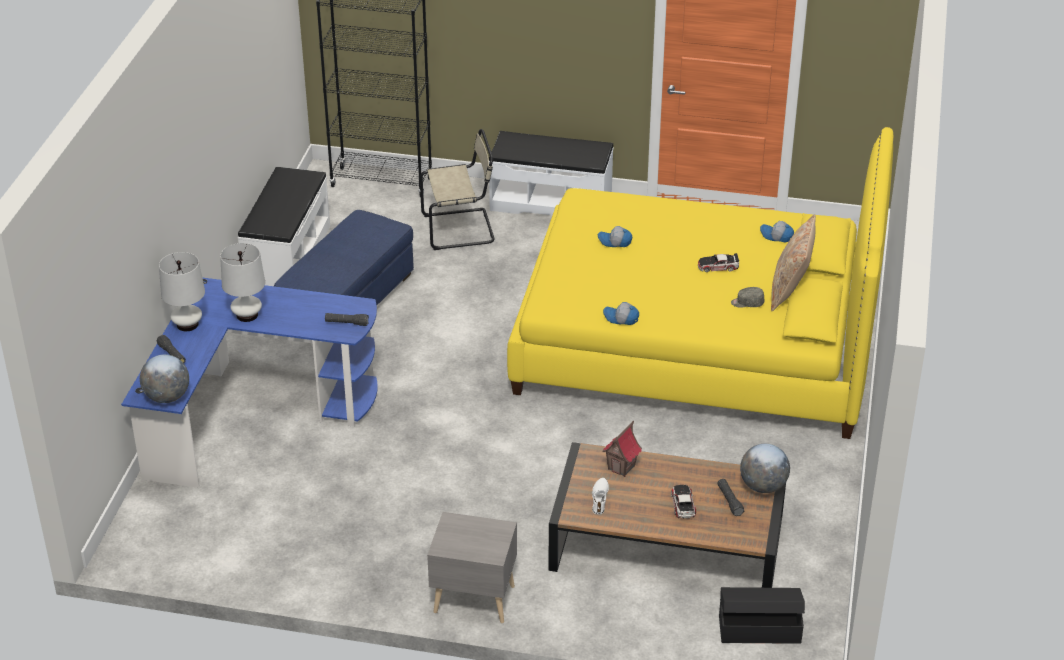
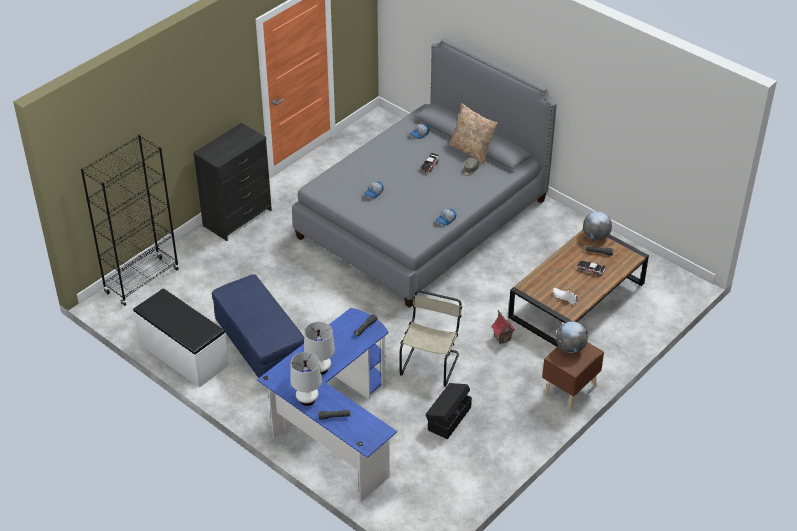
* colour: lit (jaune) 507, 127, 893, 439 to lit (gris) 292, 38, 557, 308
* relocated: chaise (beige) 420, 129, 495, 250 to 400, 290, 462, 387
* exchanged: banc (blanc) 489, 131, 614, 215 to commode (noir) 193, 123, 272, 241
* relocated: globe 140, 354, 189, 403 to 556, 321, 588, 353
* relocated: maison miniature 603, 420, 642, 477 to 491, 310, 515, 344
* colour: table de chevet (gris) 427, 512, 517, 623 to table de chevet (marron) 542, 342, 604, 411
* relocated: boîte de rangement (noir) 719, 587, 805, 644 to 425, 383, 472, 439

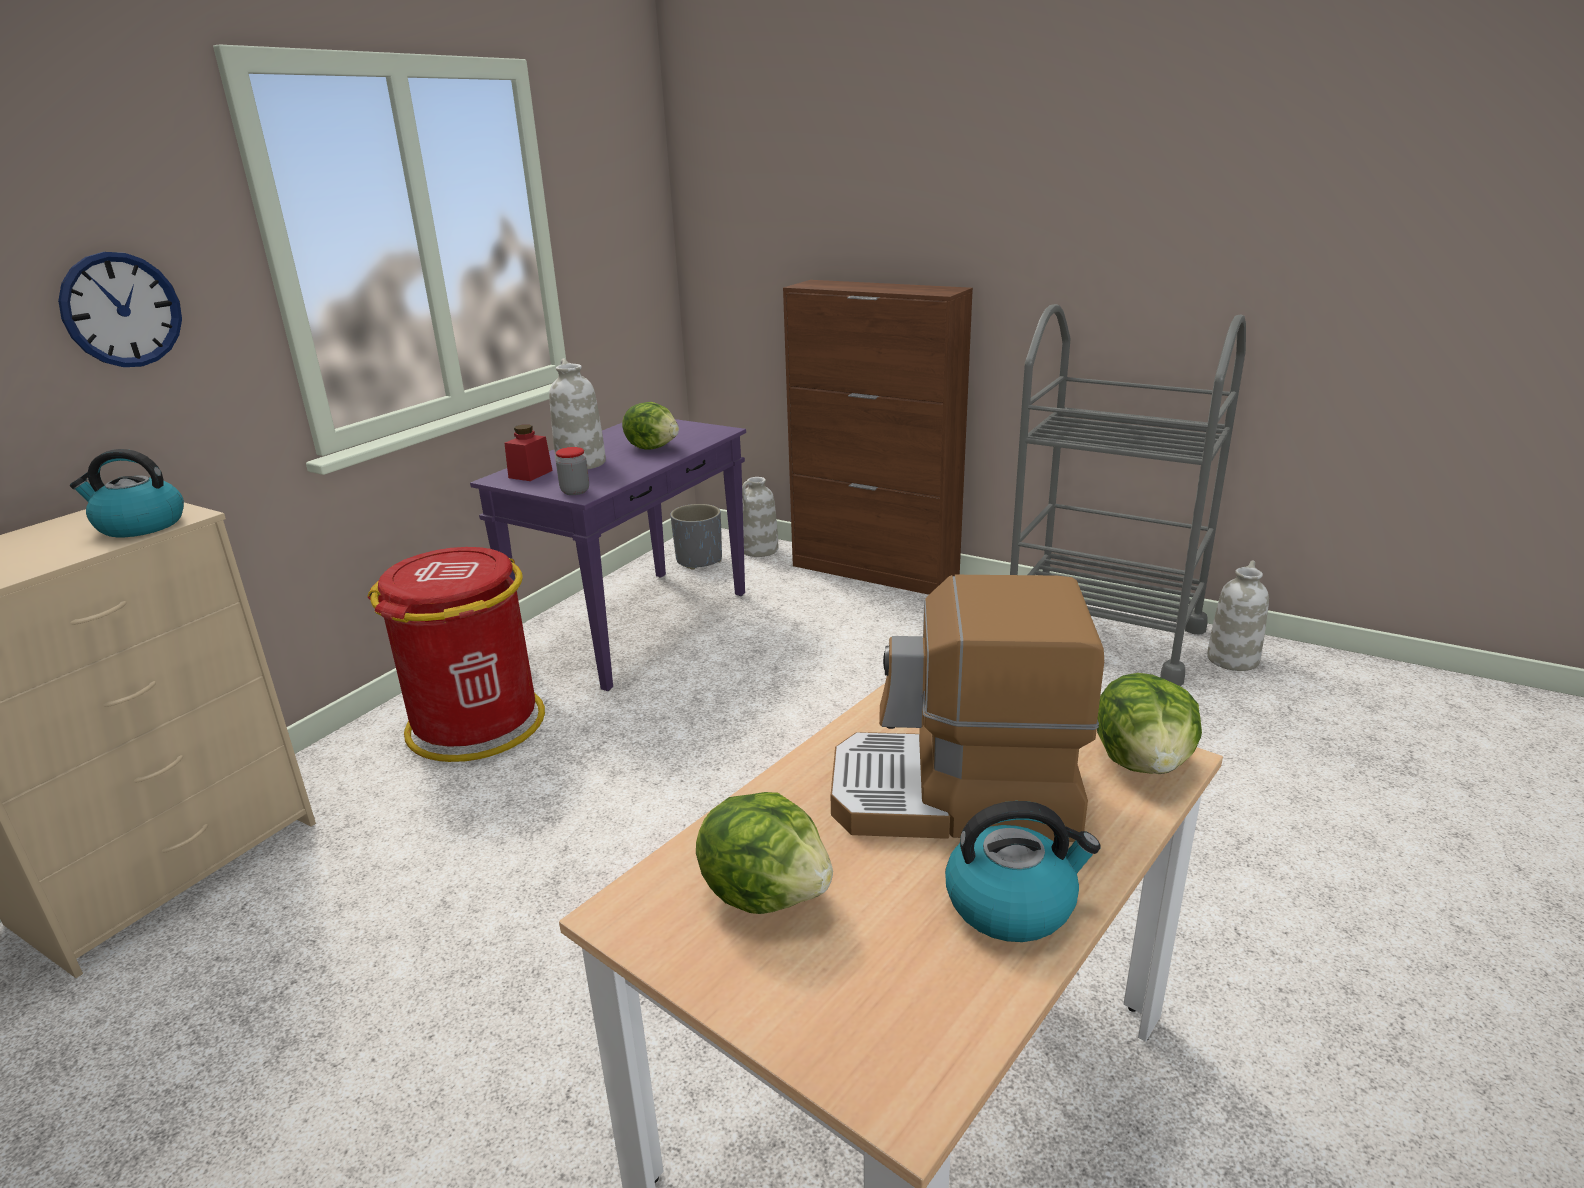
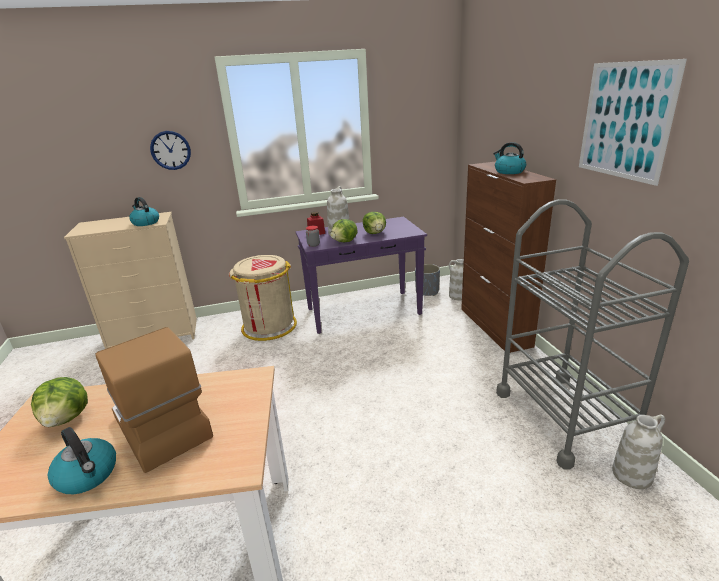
* colour: poubelle (rouge) 368, 547, 545, 762 to poubelle (beige) 229, 255, 297, 341
* relocated: laitue 1097, 673, 1202, 774 to 330, 219, 358, 242
* appeared: tableau 579, 59, 687, 186
* appeared: bouilloire 493, 142, 526, 174

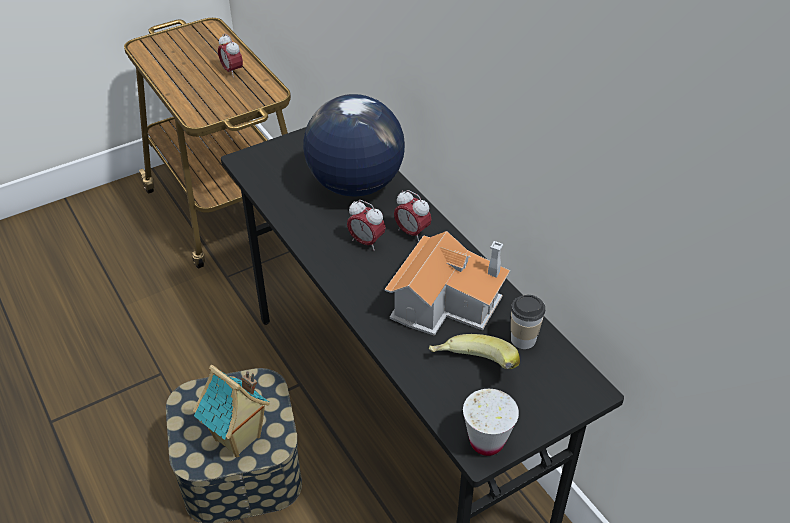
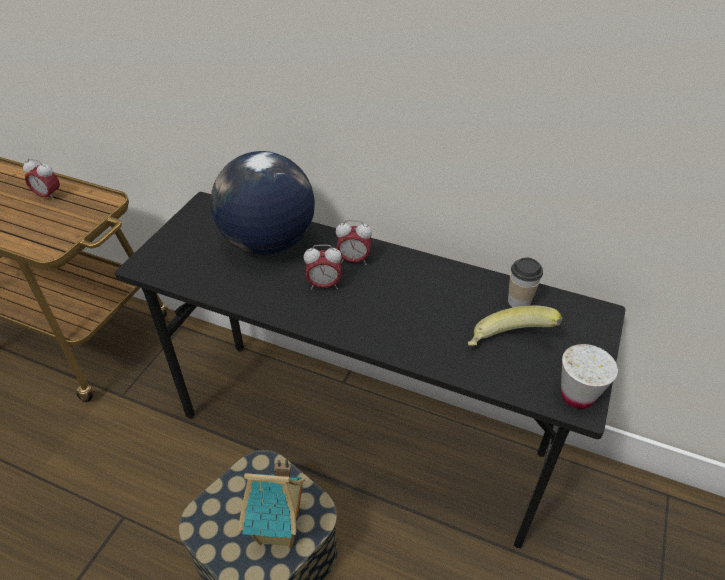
* missing: maison miniature 384, 231, 510, 336

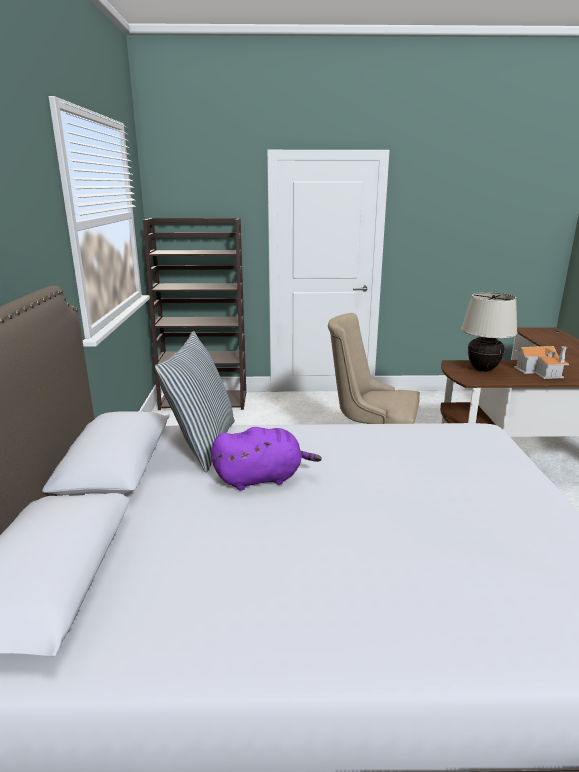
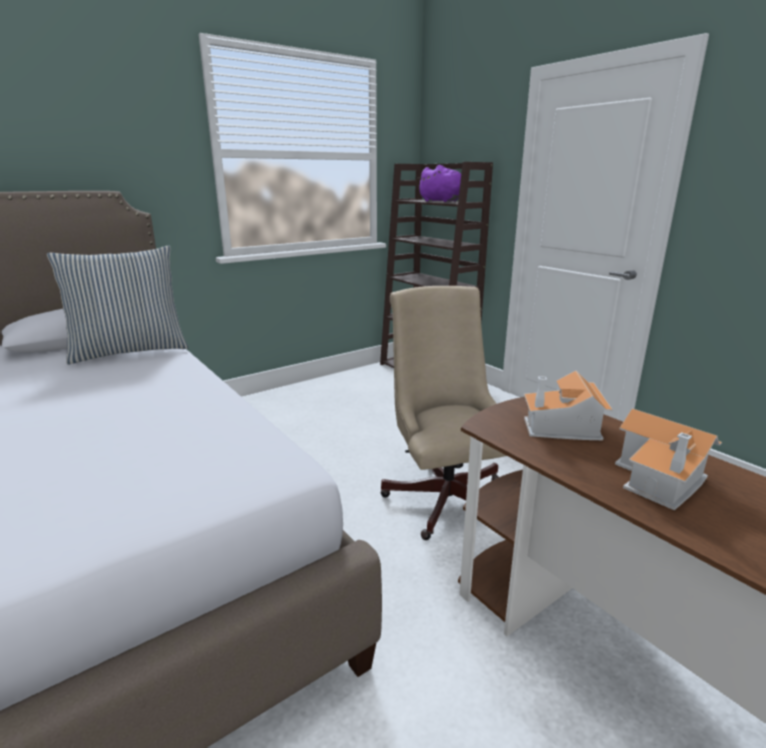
* exchanged: lampe de table (beige) 461, 292, 518, 372 to maison miniature 524, 371, 613, 440
* relocated: peluche (violet) 211, 427, 322, 490 to 417, 165, 461, 202

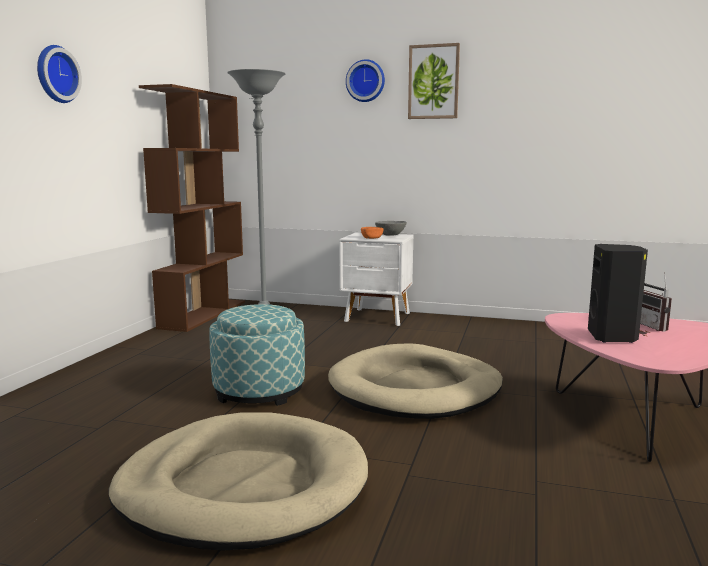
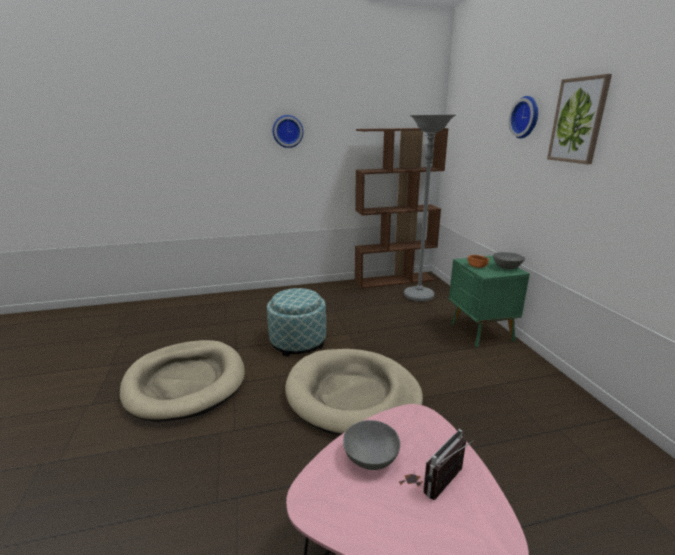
* colour: table de chevet (blanc) 339, 232, 414, 326 to table de chevet (vert) 449, 256, 530, 347
* exchanged: enceinte (noir) 588, 244, 648, 343 to bol (gris) 343, 420, 400, 470

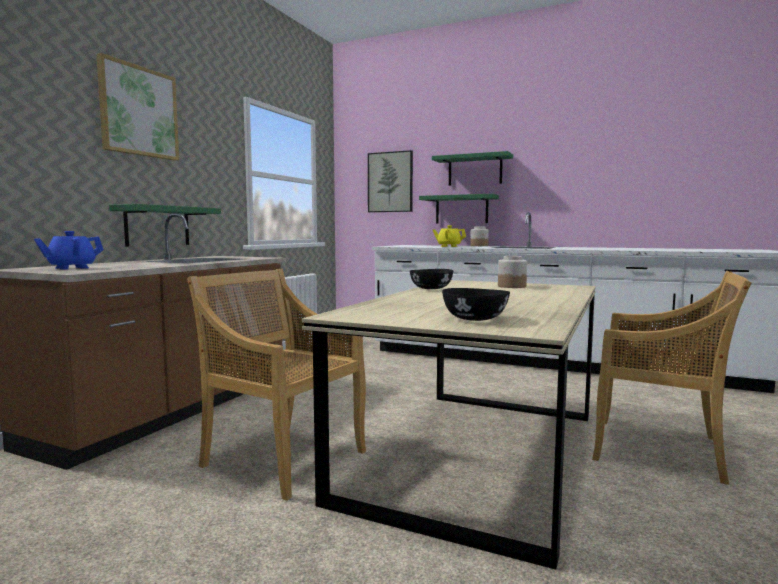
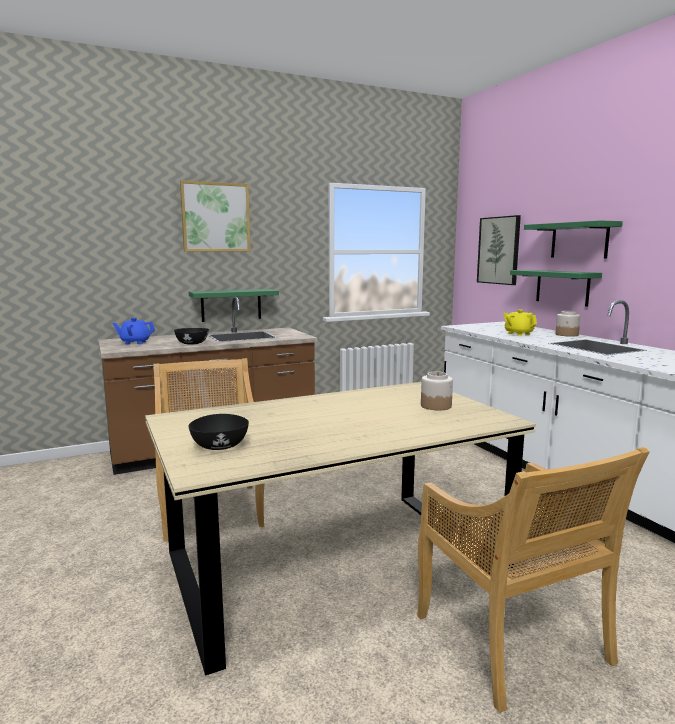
* relocated: bol (noir) 410, 269, 453, 289 to 174, 328, 209, 345

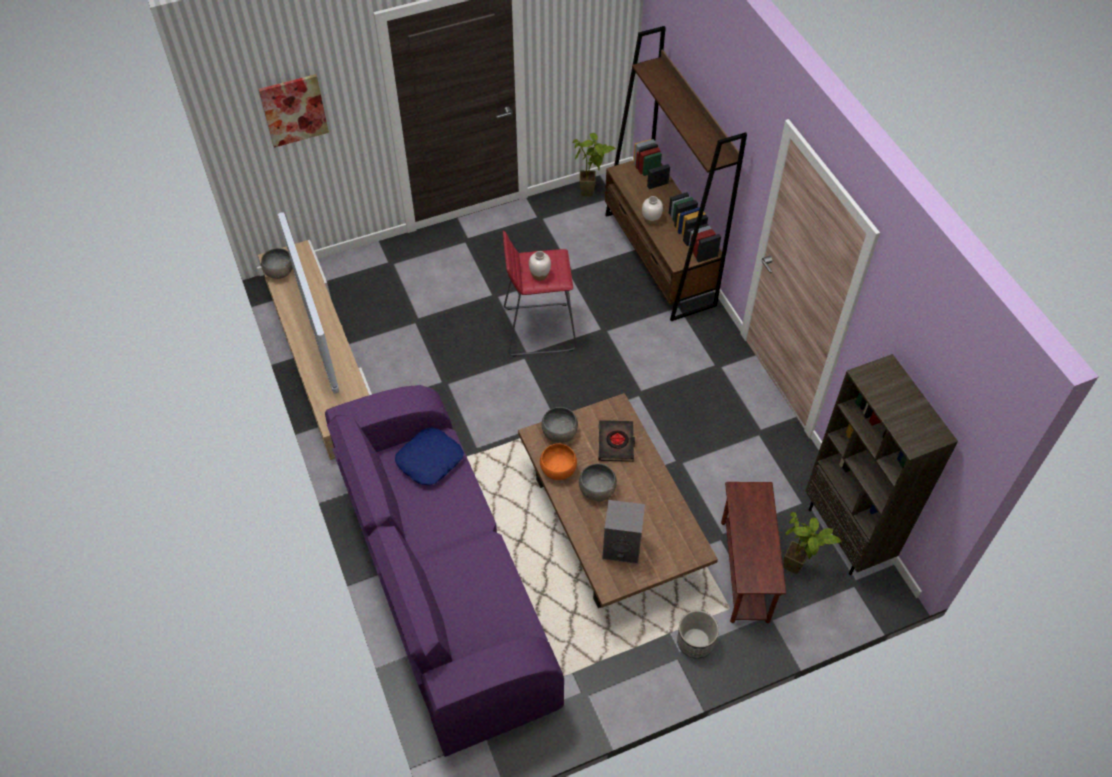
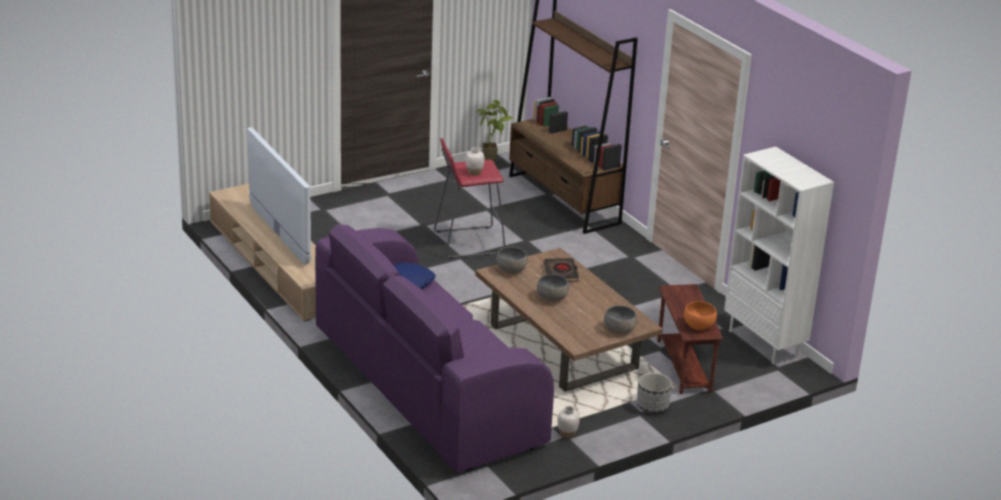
* missing: tableau 259, 74, 329, 148
* relocated: vase (blanc) 642, 196, 663, 225 to 557, 406, 580, 439
* relocated: bol (gris) 261, 248, 293, 279 to 604, 306, 637, 334
* colour: bibliothèque (marron) 805, 354, 958, 575 to bibliothèque (blanc) 724, 147, 834, 364
* relocated: bol (orange) 540, 444, 577, 480 to 684, 301, 717, 330
* missing: enceinte (gris) 602, 500, 645, 564
* missing: plante en pot 784, 512, 842, 574

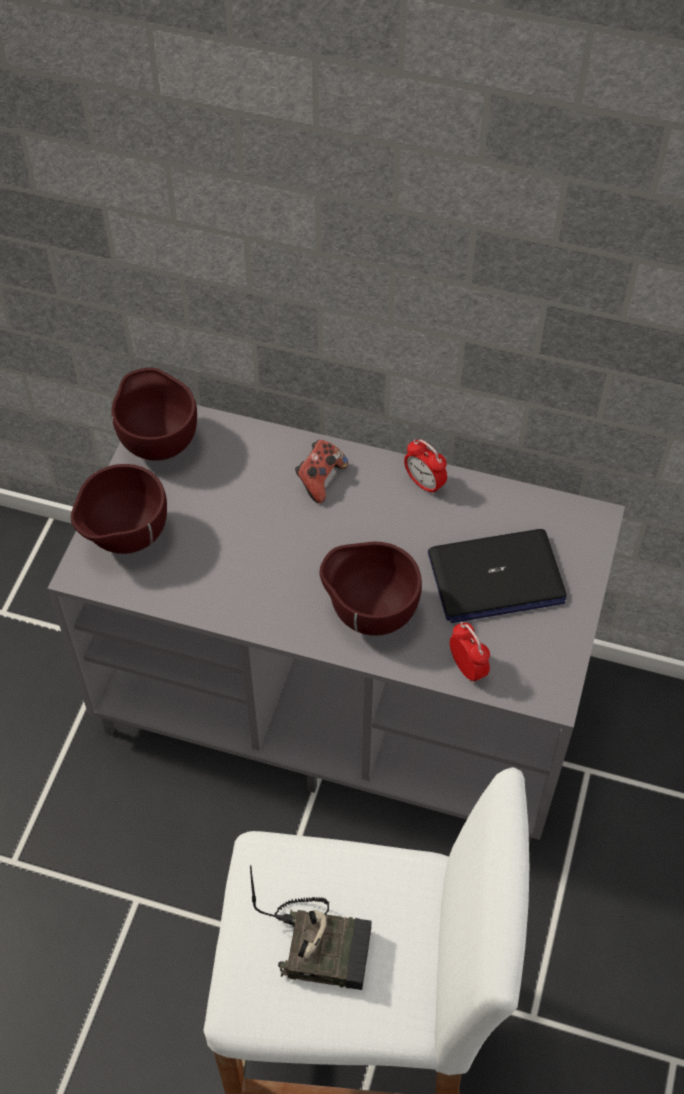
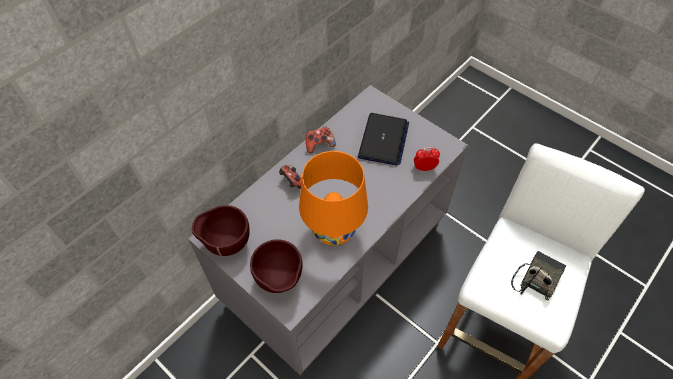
* exchanged: réveil 404, 439, 447, 495 to manette 306, 126, 336, 154
* missing: bol (marron) 319, 542, 422, 636
* appeared: lampe de table (orange) 299, 151, 368, 246

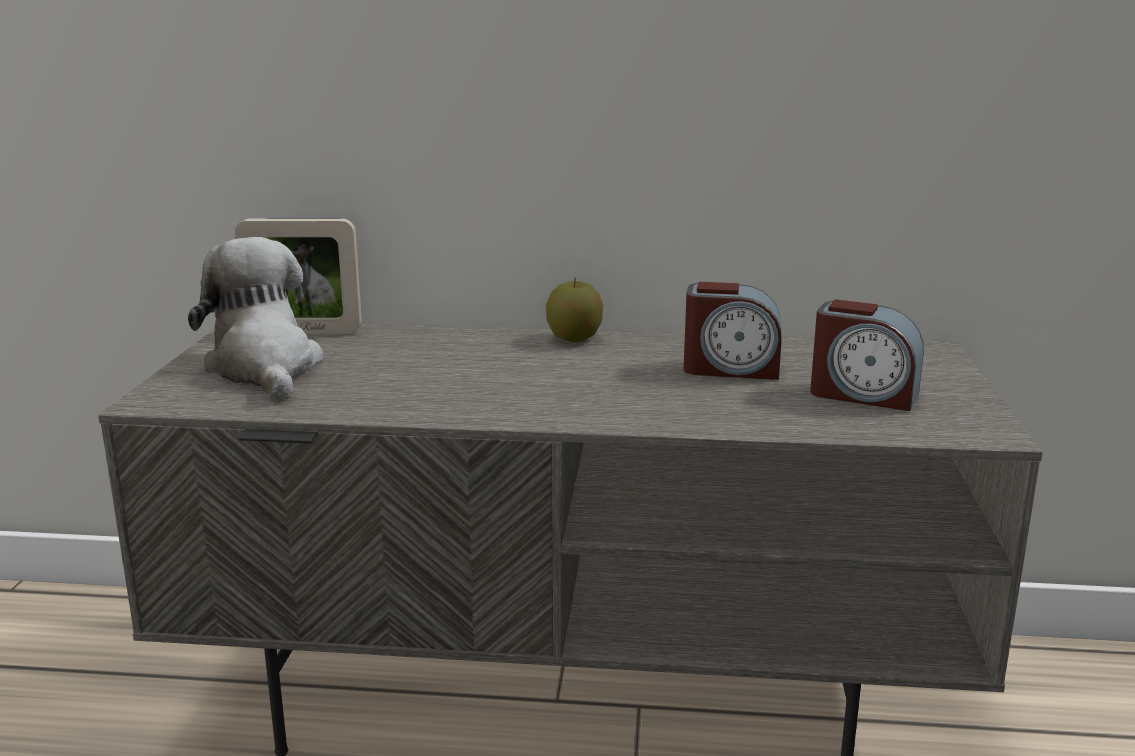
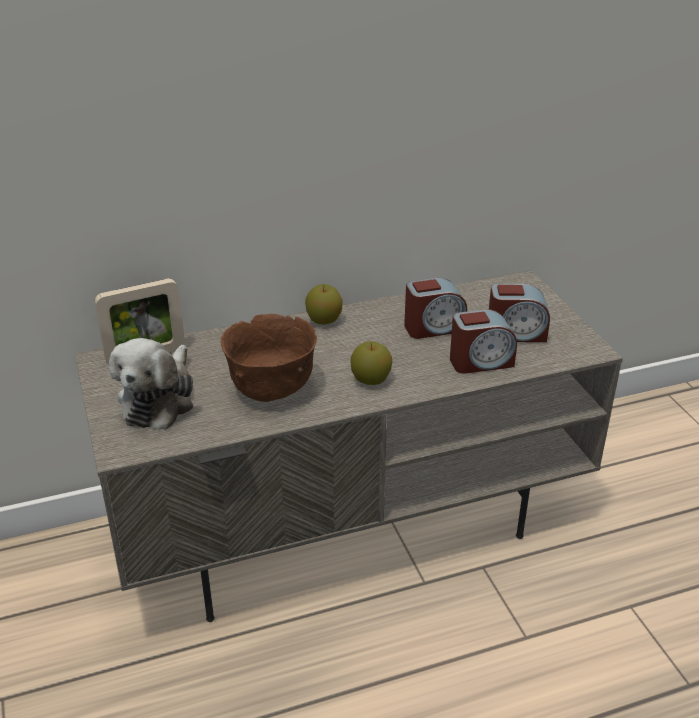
* spun: peluche 188, 237, 323, 398 = 109, 338, 193, 430 120 degrees counterclockwise
* appeared: réveil 450, 310, 517, 374
* appeared: bol (marron) 220, 314, 317, 402
* appeared: pomme 351, 341, 392, 385

